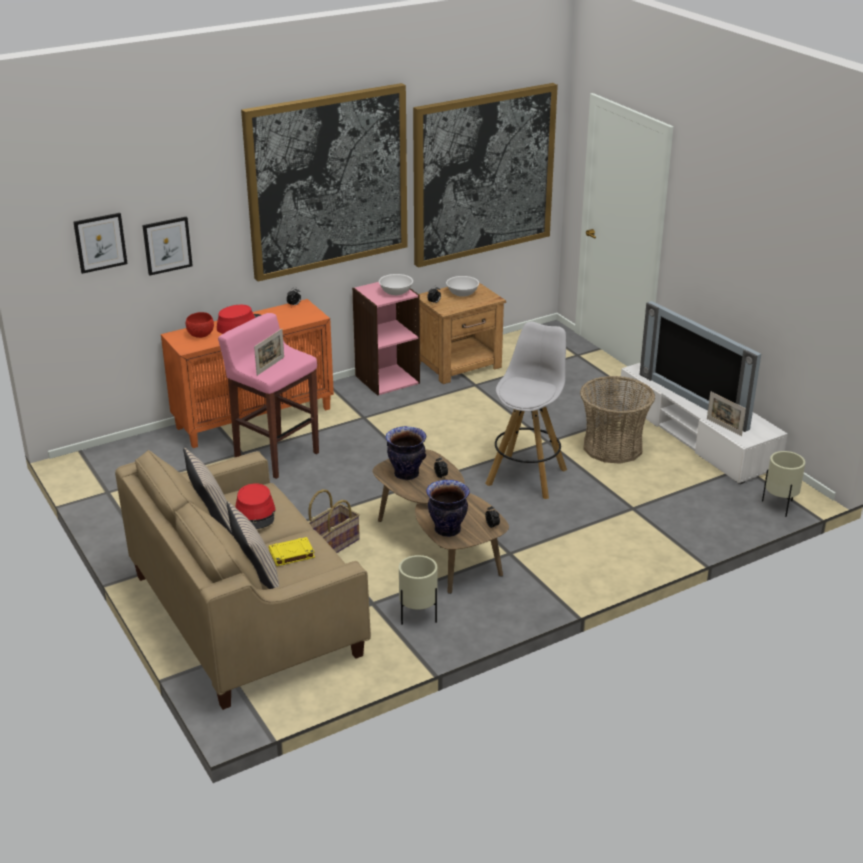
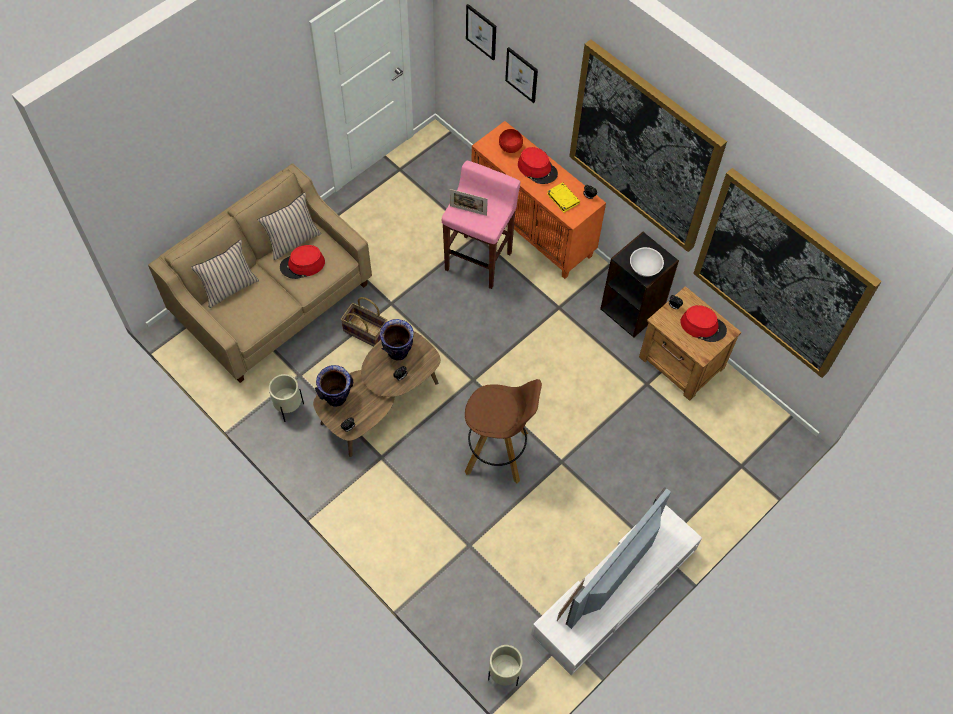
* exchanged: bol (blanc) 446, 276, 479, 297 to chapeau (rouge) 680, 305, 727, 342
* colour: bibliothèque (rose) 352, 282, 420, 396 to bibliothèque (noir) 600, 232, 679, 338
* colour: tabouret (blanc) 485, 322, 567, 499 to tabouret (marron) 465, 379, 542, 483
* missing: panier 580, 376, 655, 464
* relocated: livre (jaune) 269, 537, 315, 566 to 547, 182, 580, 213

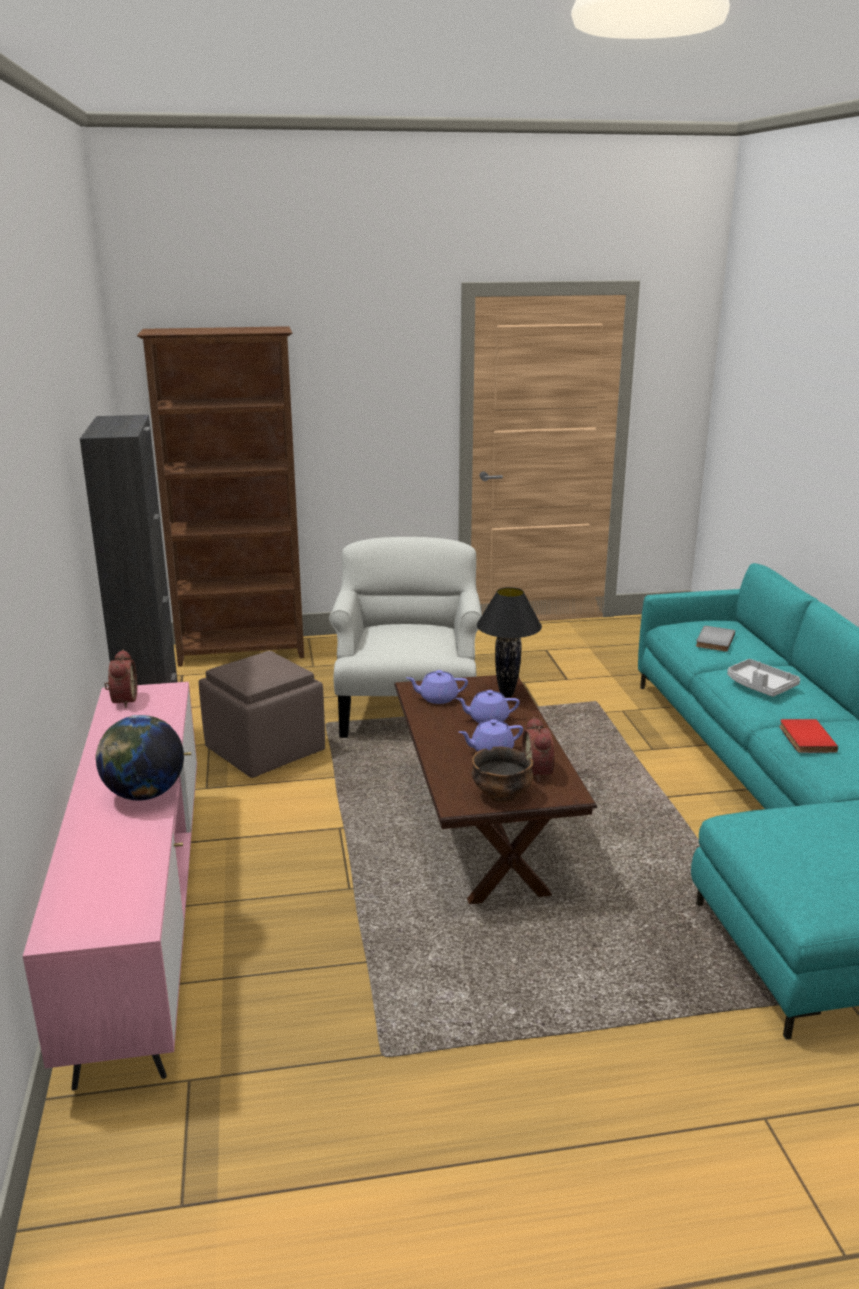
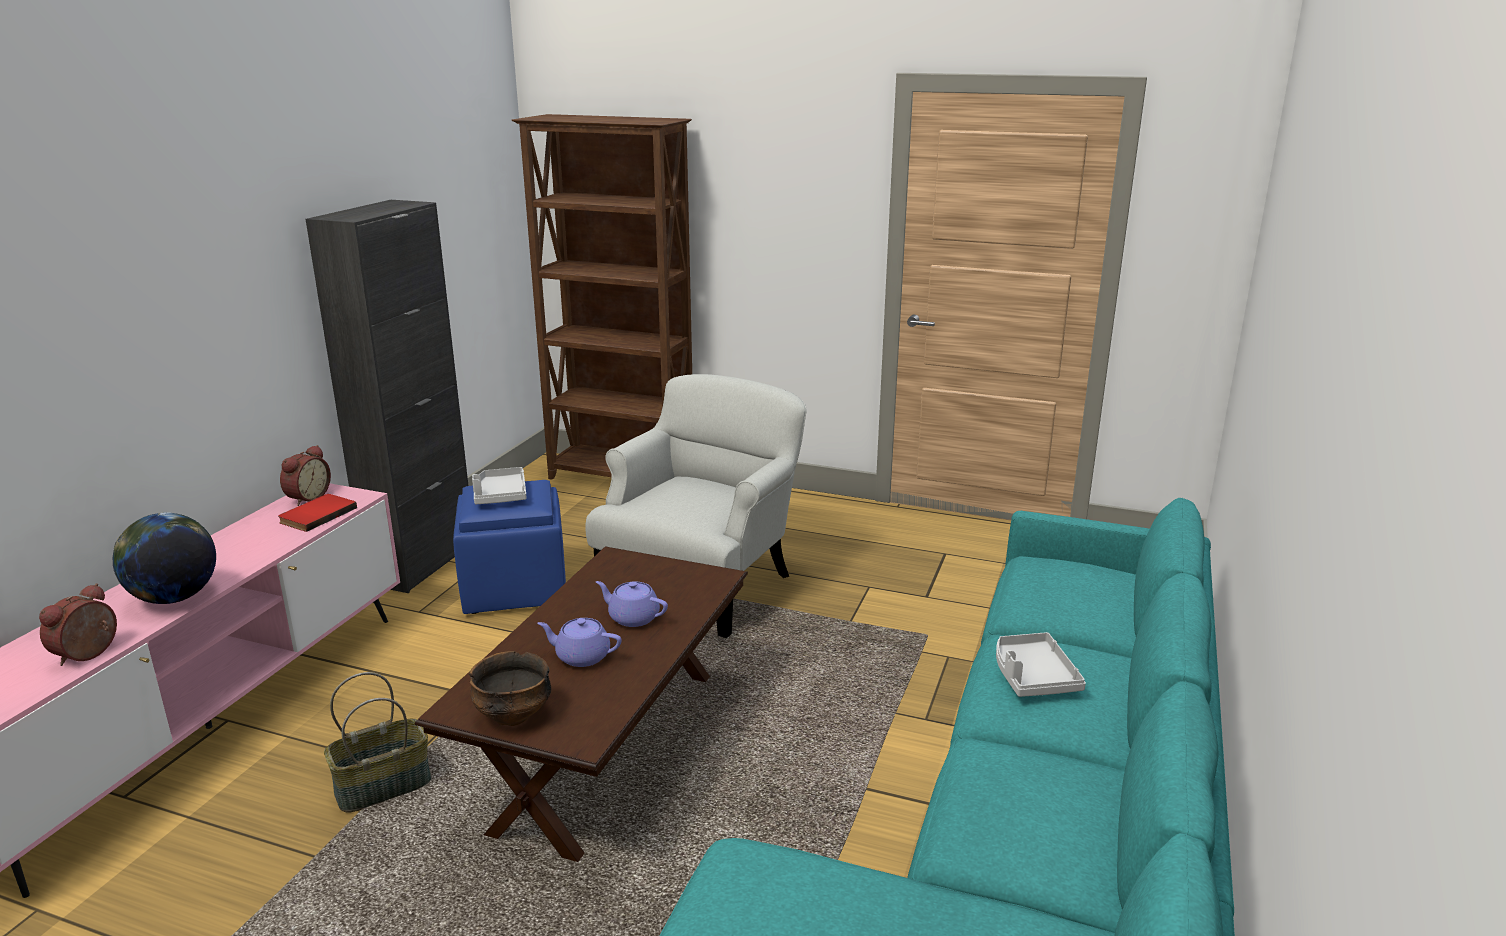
* missing: lampe de table (noir) 477, 587, 542, 697
* missing: livre (gris) 696, 626, 735, 652
* colour: pouf (marron) 199, 651, 325, 778 to pouf (bleu) 453, 480, 566, 614
* missing: théière (violet) 406, 670, 468, 704
* relocated: réveil 522, 717, 554, 782 to 39, 583, 117, 666
* relocated: livre (rouge) 779, 719, 838, 753 to 278, 494, 357, 532
* appeared: plateau (gris) 472, 467, 526, 504
* appeared: panier 324, 672, 432, 813

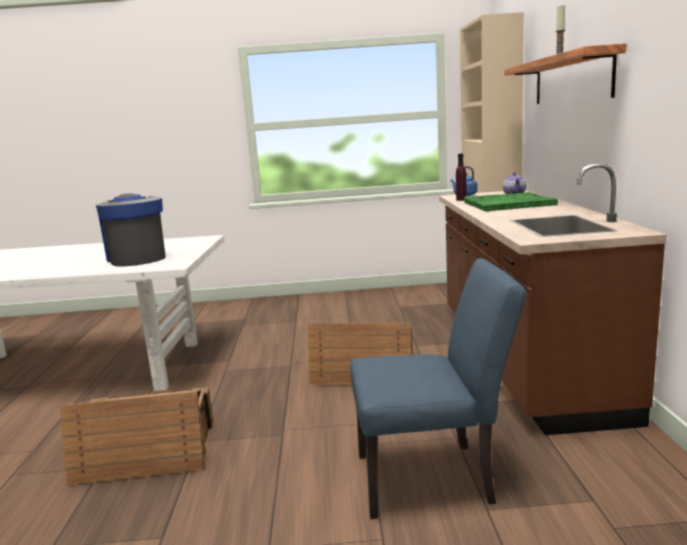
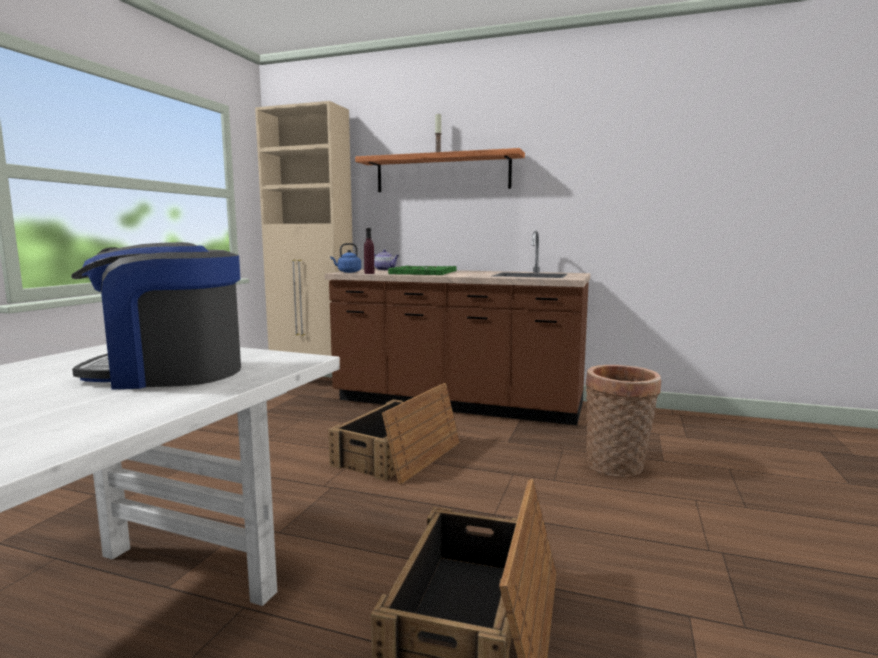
* exchanged: chaise (bleu) 351, 258, 527, 519 to panier 586, 365, 661, 477

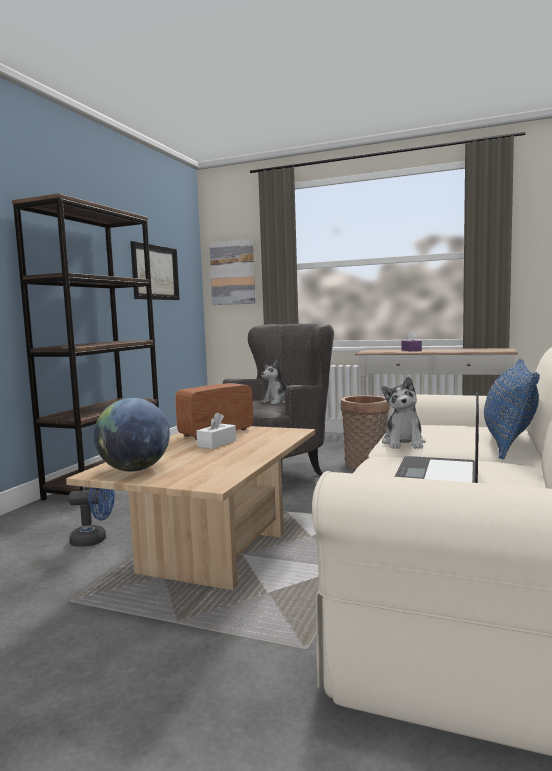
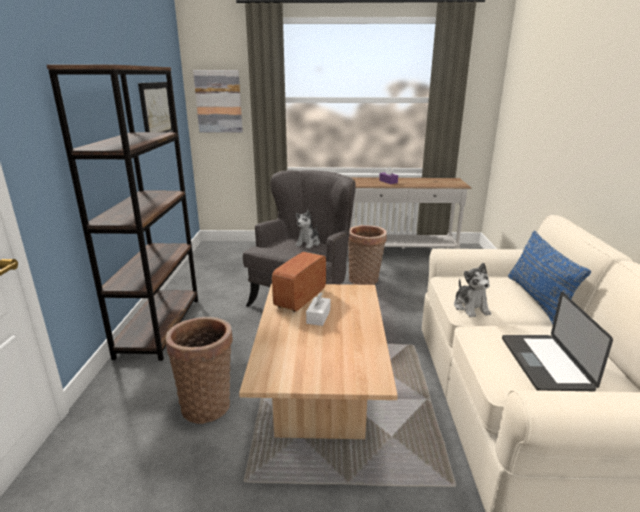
* missing: globe 94, 398, 170, 472
* exchanged: ventilateur (bleu) 68, 487, 115, 547 to panier 166, 317, 233, 424

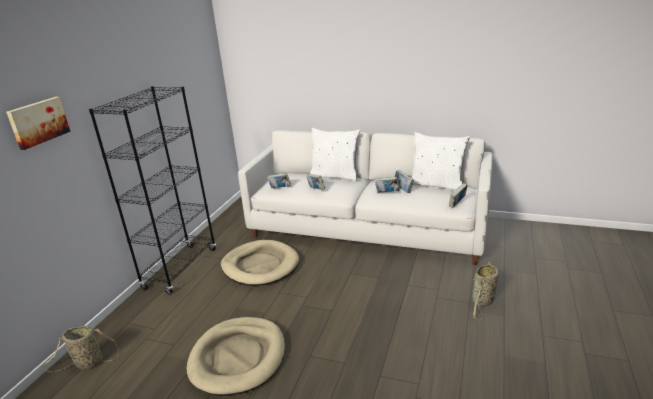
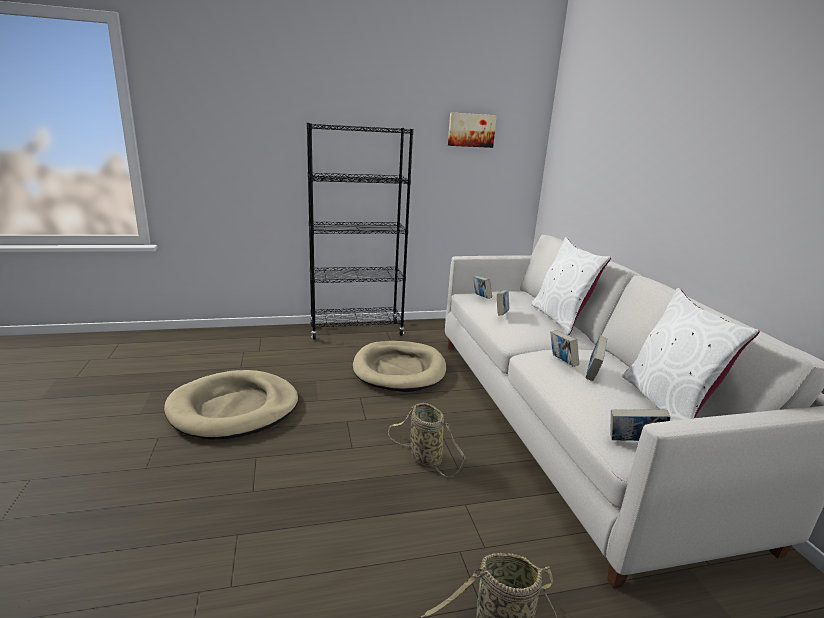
* relocated: tableau 6, 97, 70, 150 to 448, 112, 497, 148
* relocated: panier 44, 326, 119, 372 to 388, 403, 466, 477

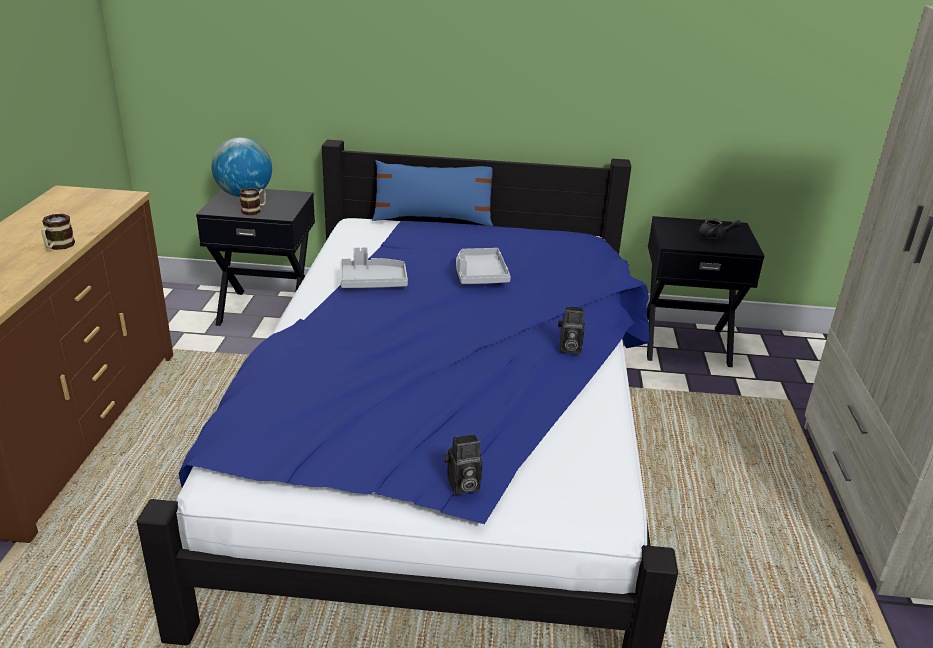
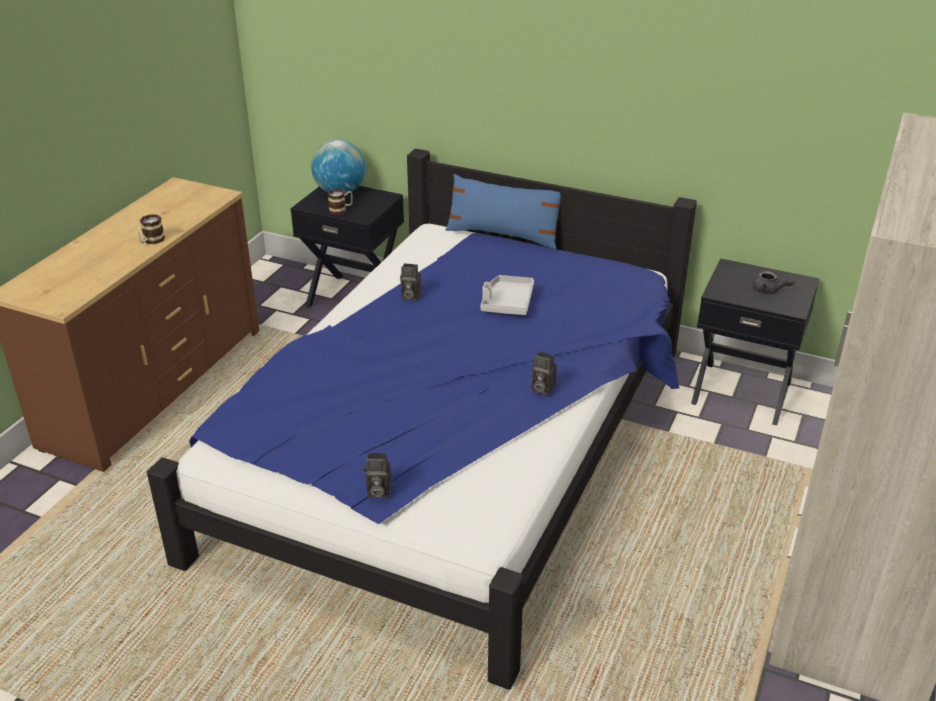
* exchanged: plateau (gris) 340, 247, 408, 288 to appareil photo 400, 263, 421, 301

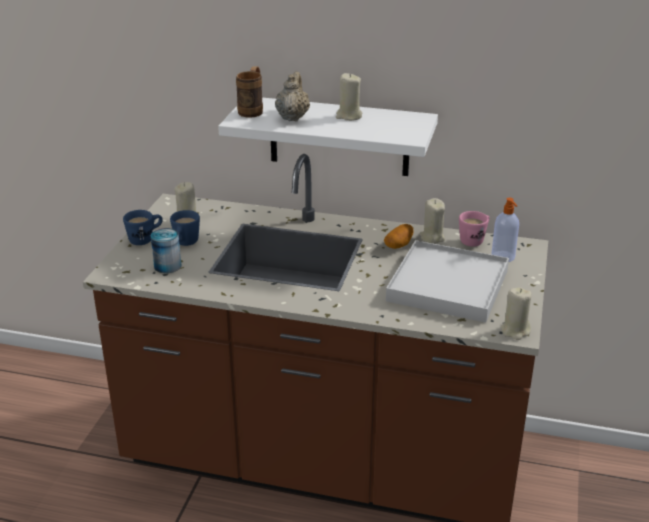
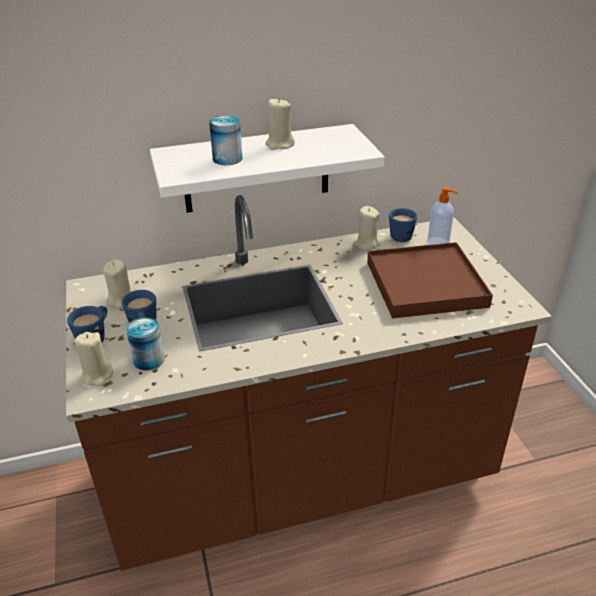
* missing: mug (marron) 236, 66, 263, 118
* exchanged: théière (beige) 275, 72, 310, 121 to boîte métallique 209, 115, 242, 165
* colour: mug (rose) 459, 211, 489, 247 to mug (bleu) 389, 208, 417, 242
* missing: pomme de terre 384, 224, 413, 249
* colour: plateau (blanc) 386, 240, 509, 323 to plateau (marron) 367, 242, 493, 318
* relocated: bougie (beige) 501, 287, 531, 340 to 74, 332, 113, 386

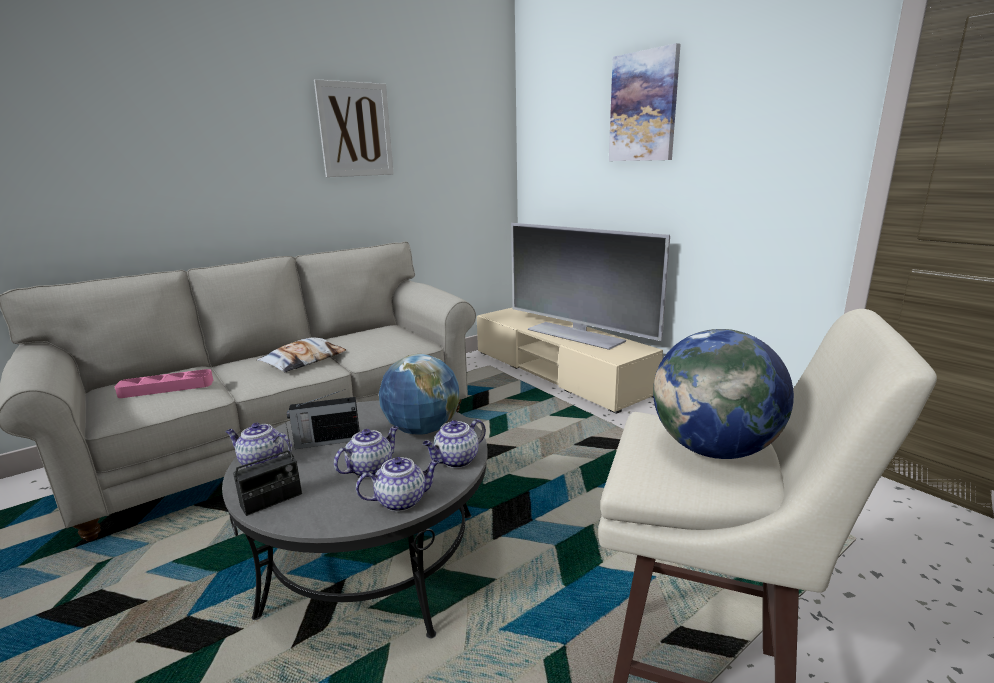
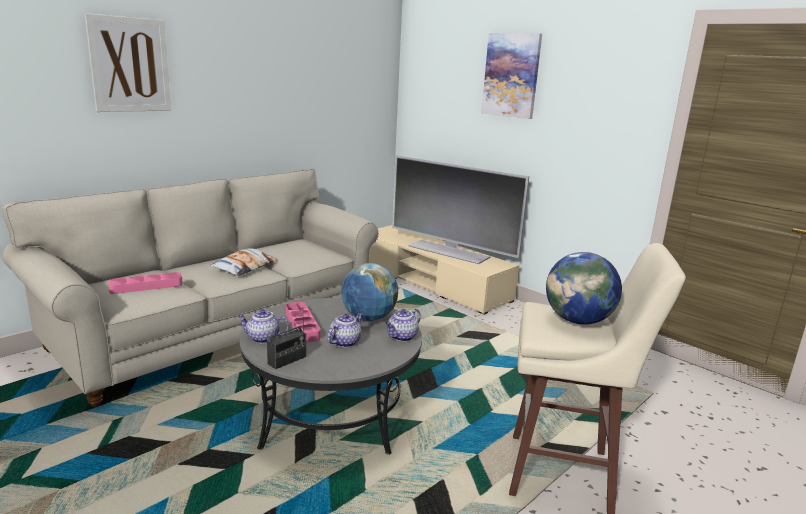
* relocated: tableau 314, 79, 394, 177 to 85, 13, 171, 112
* exchanged: radio 287, 389, 360, 449 to plateau (rose) 286, 302, 320, 342
* missing: théière 356, 457, 440, 512

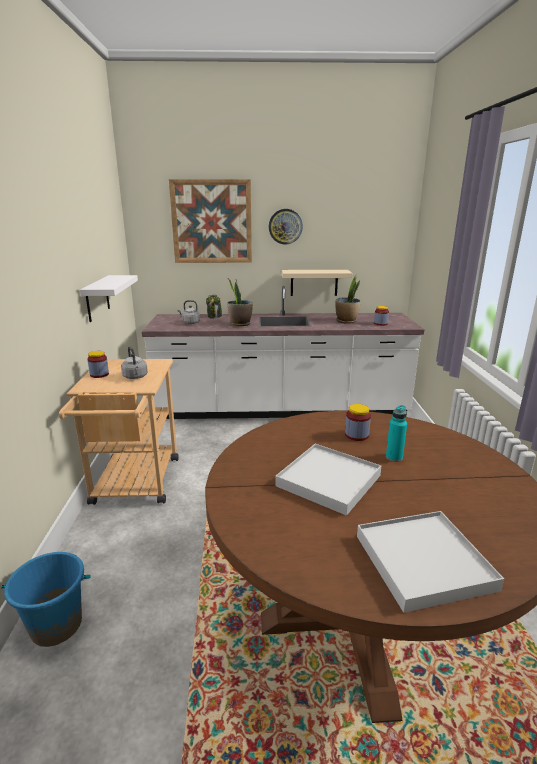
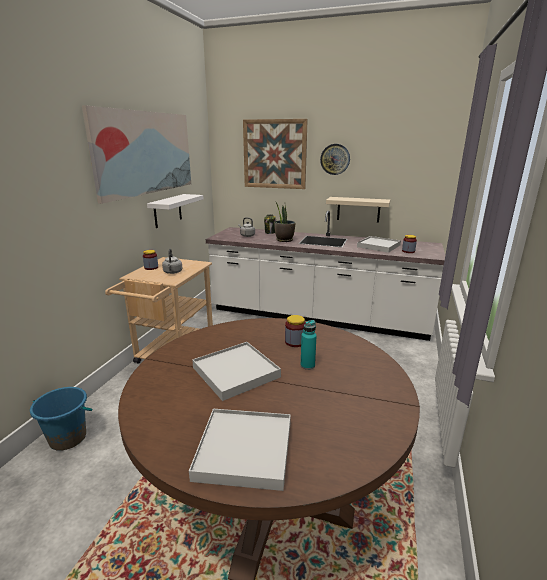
* exchanged: plante en pot 336, 275, 361, 324 to plateau (blanc) 357, 236, 401, 253
* appeared: tableau 82, 105, 191, 204

